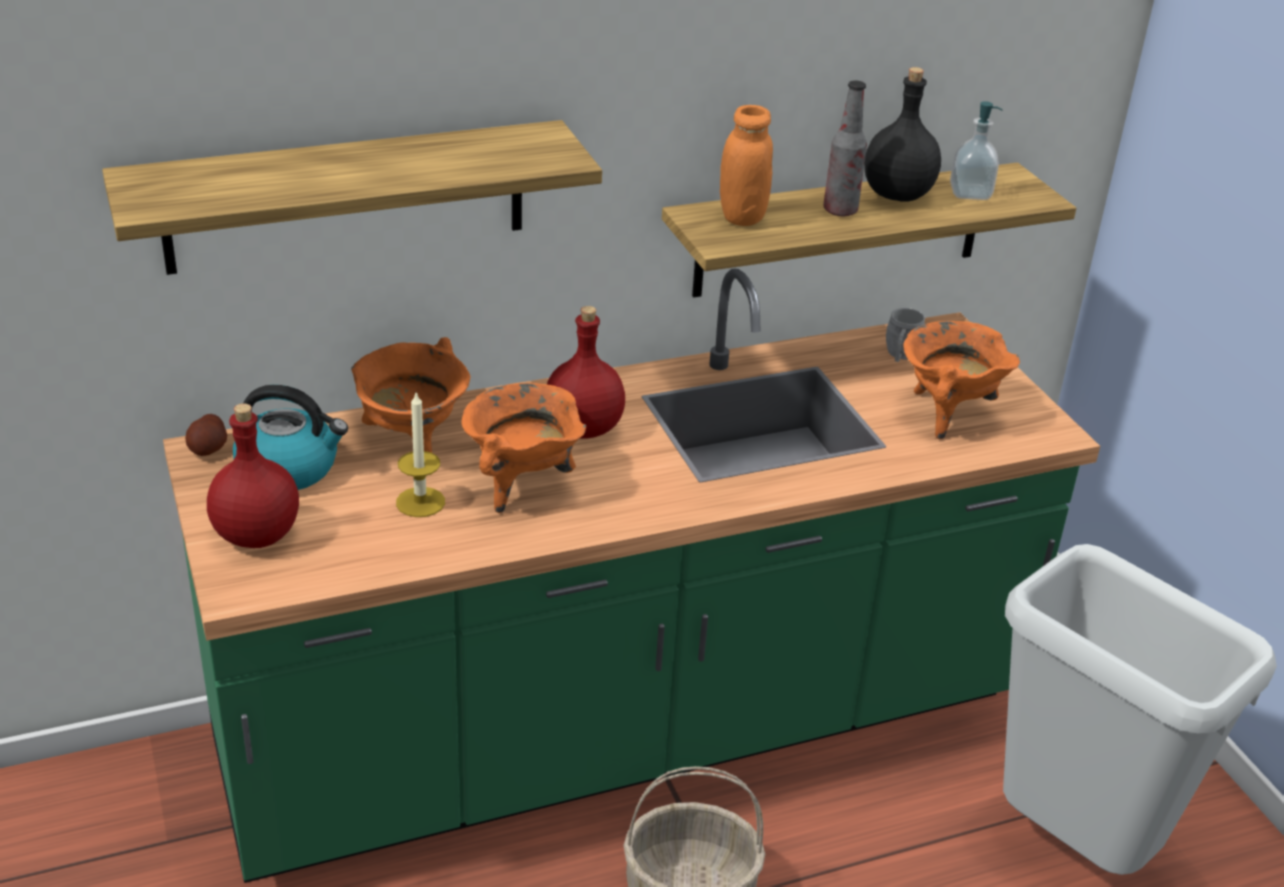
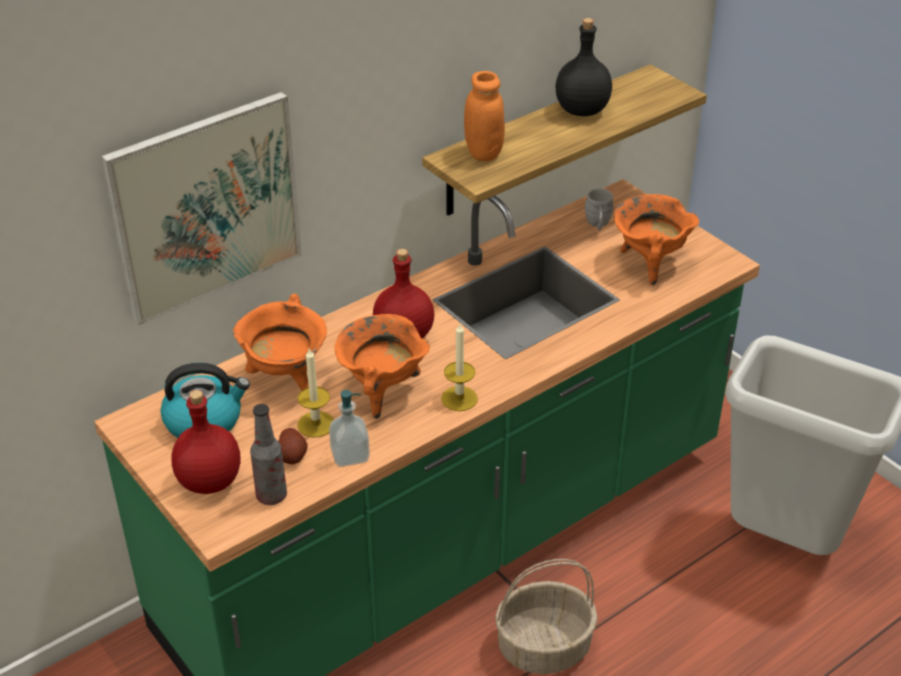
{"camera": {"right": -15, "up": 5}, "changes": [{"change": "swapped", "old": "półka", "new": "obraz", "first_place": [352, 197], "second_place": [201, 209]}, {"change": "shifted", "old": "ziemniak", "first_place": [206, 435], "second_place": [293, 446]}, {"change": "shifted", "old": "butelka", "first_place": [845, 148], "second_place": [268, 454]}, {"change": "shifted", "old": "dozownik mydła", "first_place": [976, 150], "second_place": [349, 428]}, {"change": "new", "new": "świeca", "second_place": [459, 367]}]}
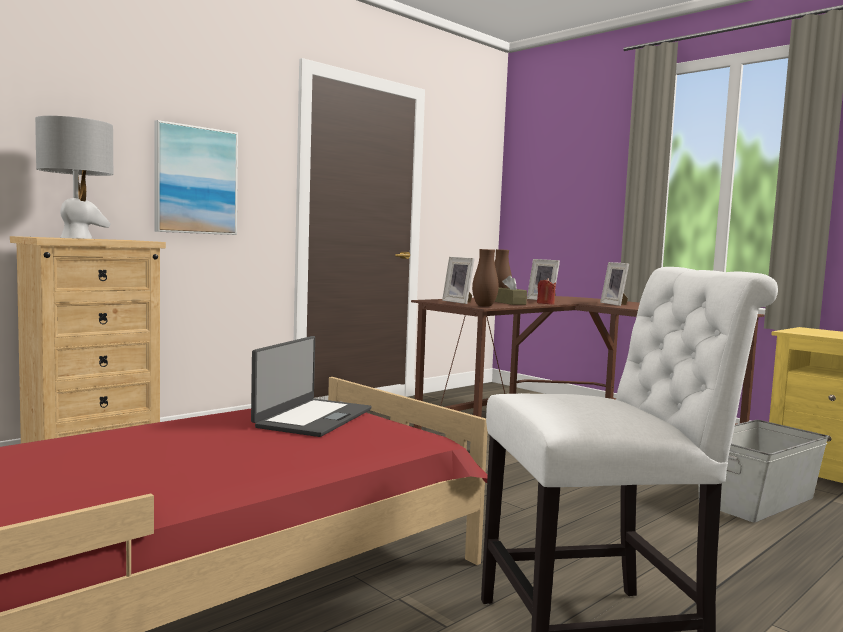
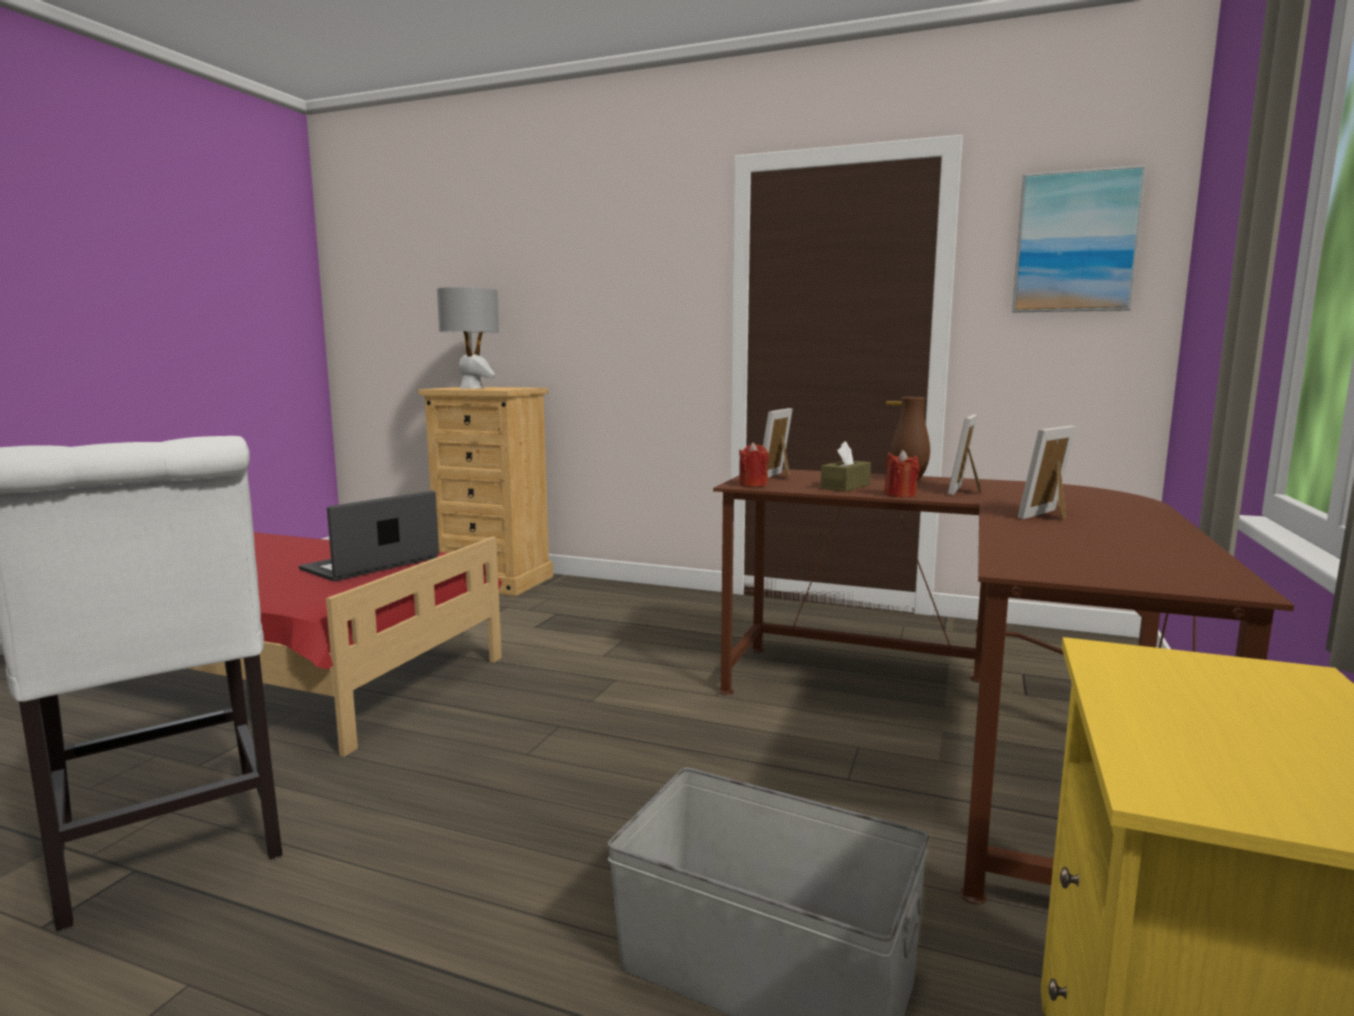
{"camera": {"right": 65, "up": 5}, "changes": [{"change": "shifted", "old": "obraz", "first_place": [196, 177], "second_place": [1079, 239]}, {"change": "rotated", "old": "laptop", "first_place": [311, 386], "second_place": [369, 536], "degrees": 135}, {"change": "swapped", "old": "wazon [brązowy]", "new": "świeca [czerwony]", "first_place": [485, 278], "second_place": [754, 464]}]}
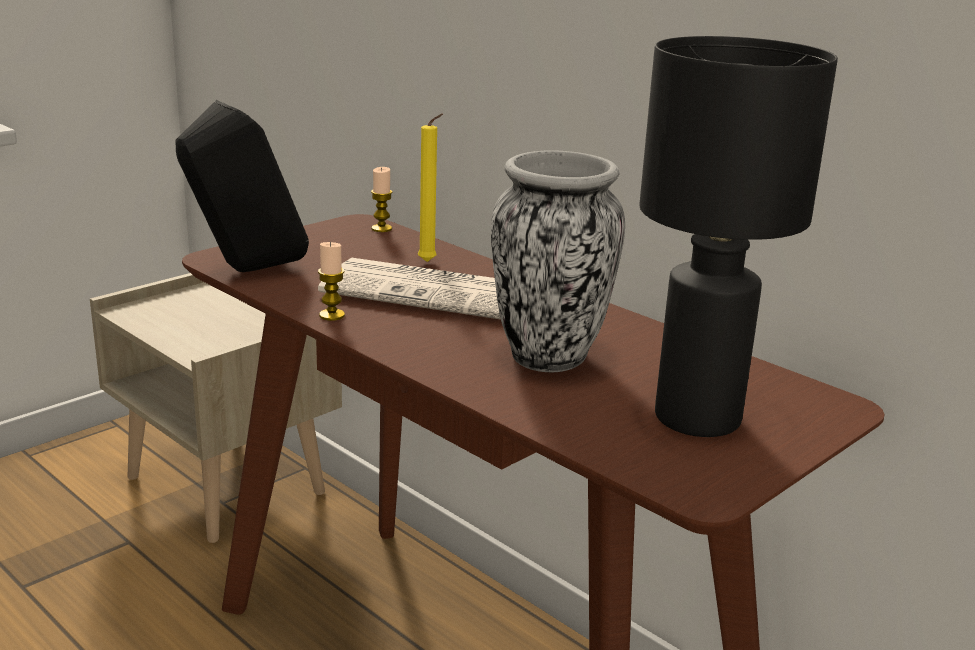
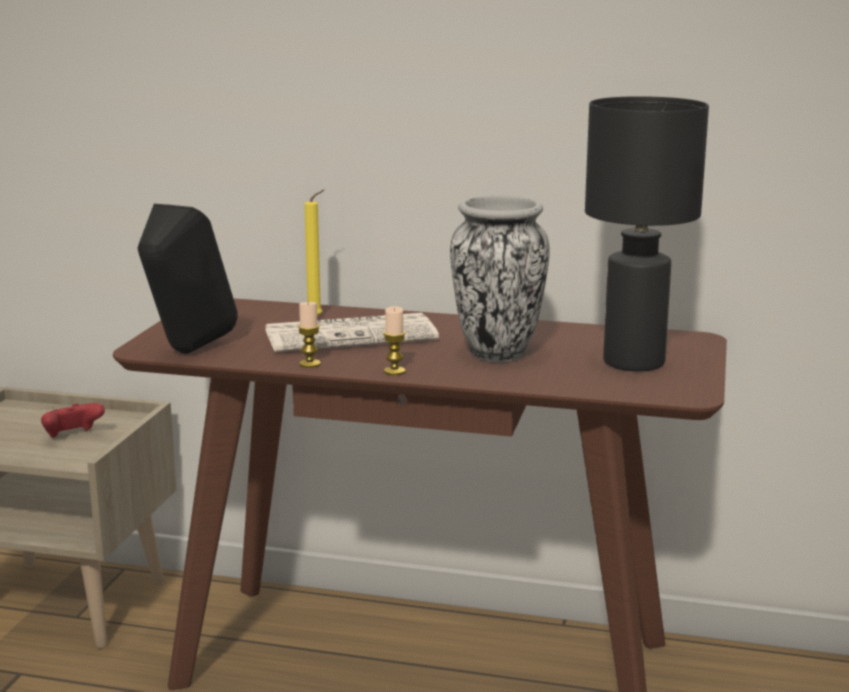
{"camera": {"right": -30, "up": -5}, "changes": [{"change": "shifted", "old": "świeca", "first_place": [381, 199], "second_place": [394, 340]}, {"change": "new", "new": "pad do gier [czerwony]", "second_place": [73, 420]}]}
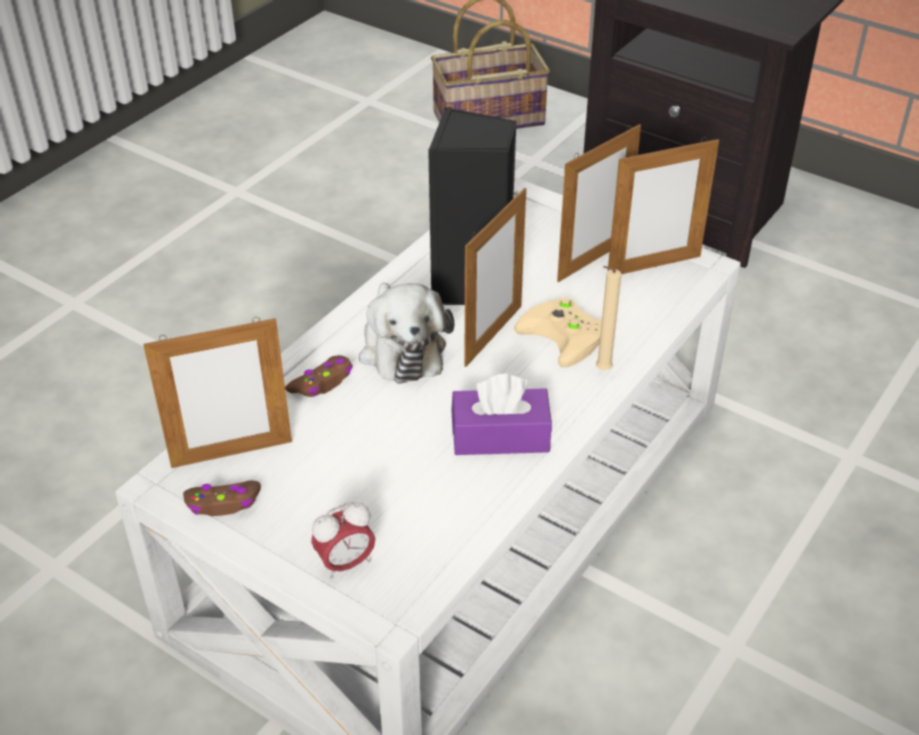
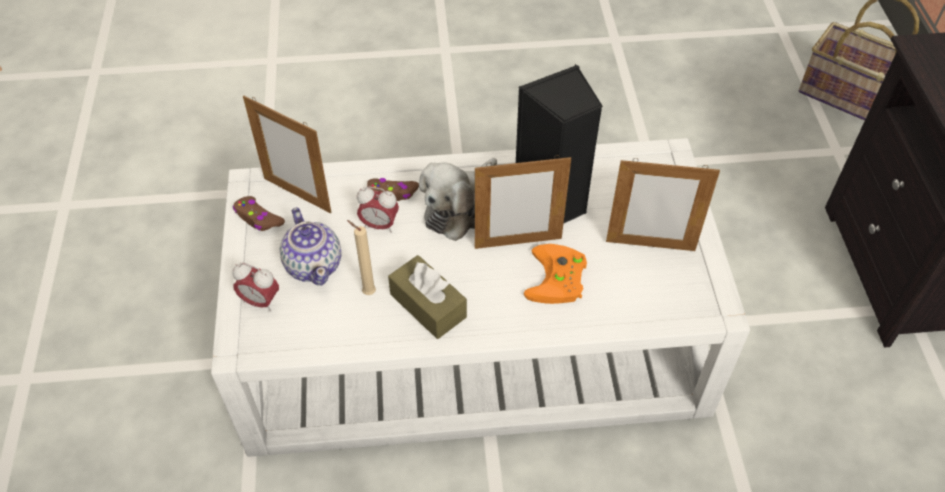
{"camera": {"right": 50, "up": 10}, "changes": [{"change": "repainted", "old": "pudełko chusteczek [fioletowy]", "new": "pudełko chusteczek [brązowy]", "first_place": [501, 414], "second_place": [427, 297]}, {"change": "repainted", "old": "pad do gier [beżowy]", "new": "pad do gier [pomarańczowy]", "first_place": [558, 333], "second_place": [555, 274]}, {"change": "shifted", "old": "świeca [beżowy]", "first_place": [608, 318], "second_place": [361, 257]}, {"change": "gone", "old": "ramka na zdjęcie", "first_place": [663, 205]}, {"change": "new", "new": "imbryk", "second_place": [311, 247]}, {"change": "new", "new": "budzik", "second_place": [378, 210]}]}
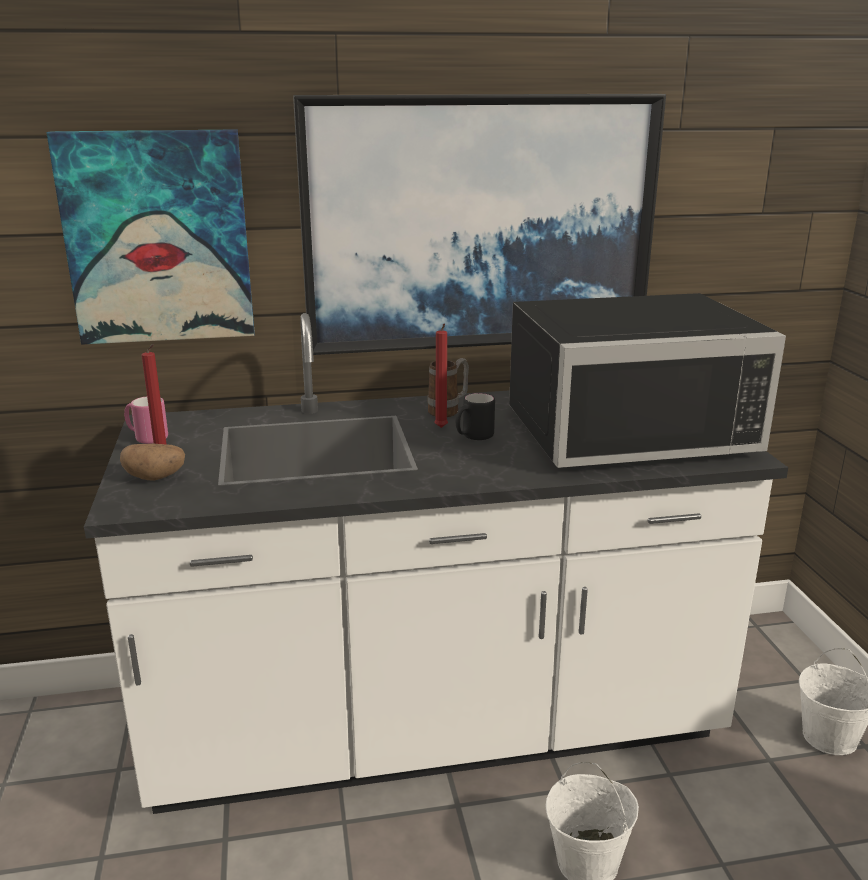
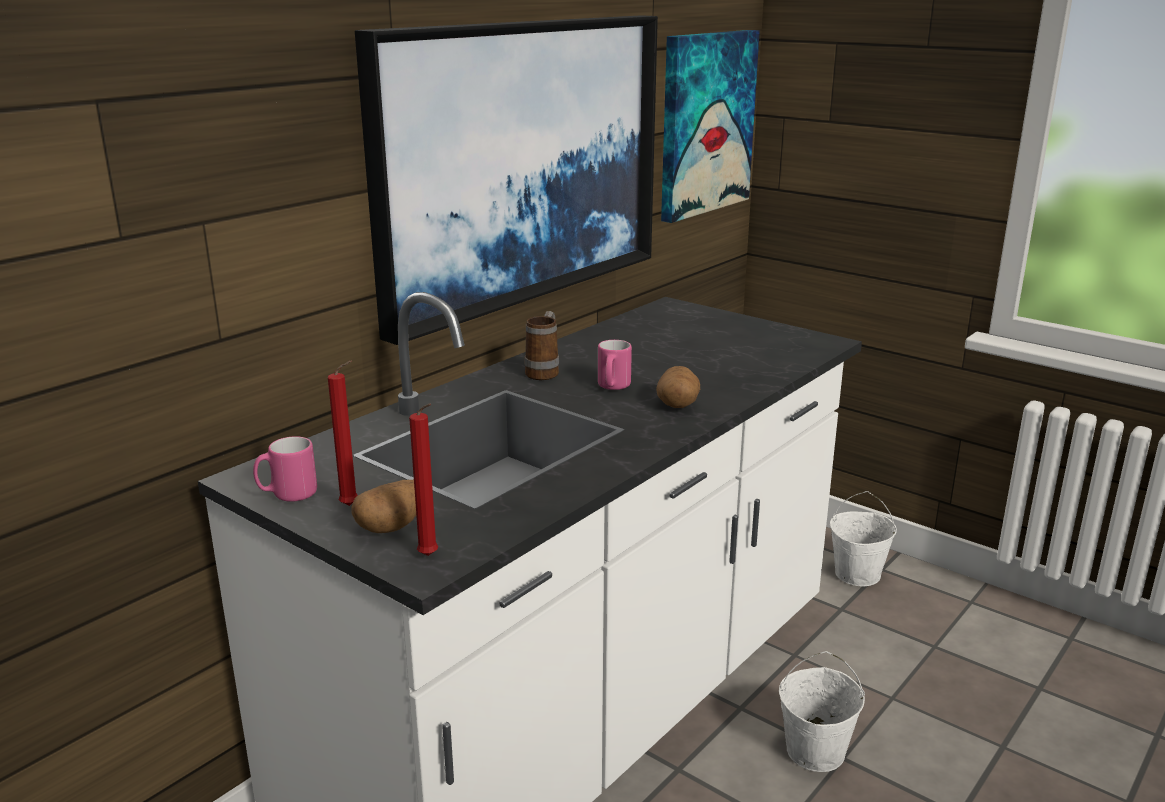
{"camera": {"right": -40, "up": 0}, "changes": [{"change": "shifted", "old": "obraz", "first_place": [150, 237], "second_place": [710, 126]}, {"change": "shifted", "old": "świeca [czerwony]", "first_place": [441, 376], "second_place": [423, 479]}, {"change": "repainted", "old": "kubek [czarny]", "new": "kubek [różowy]", "first_place": [475, 416], "second_place": [615, 365]}, {"change": "gone", "old": "mikrofalówka [czarny]", "first_place": [647, 380]}, {"change": "new", "new": "ziemniak", "second_place": [678, 387]}]}
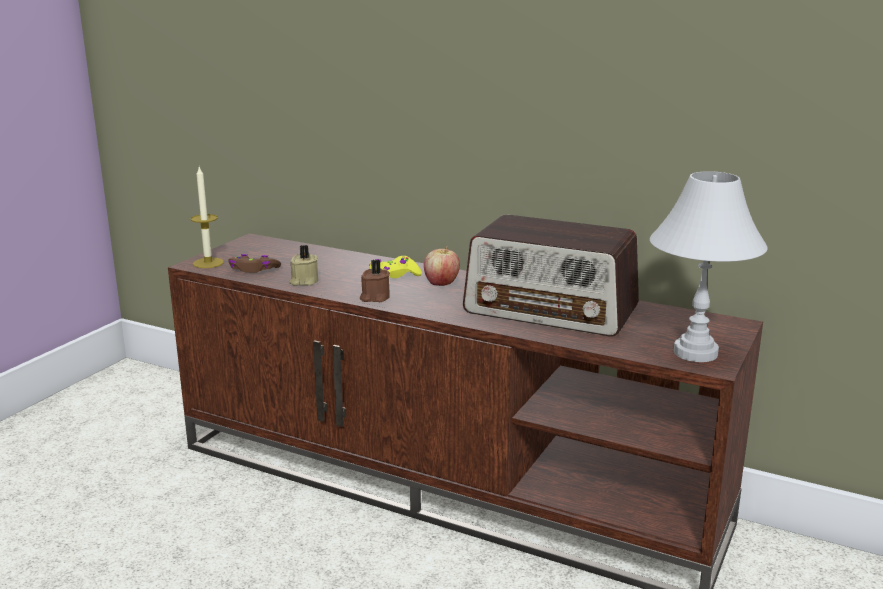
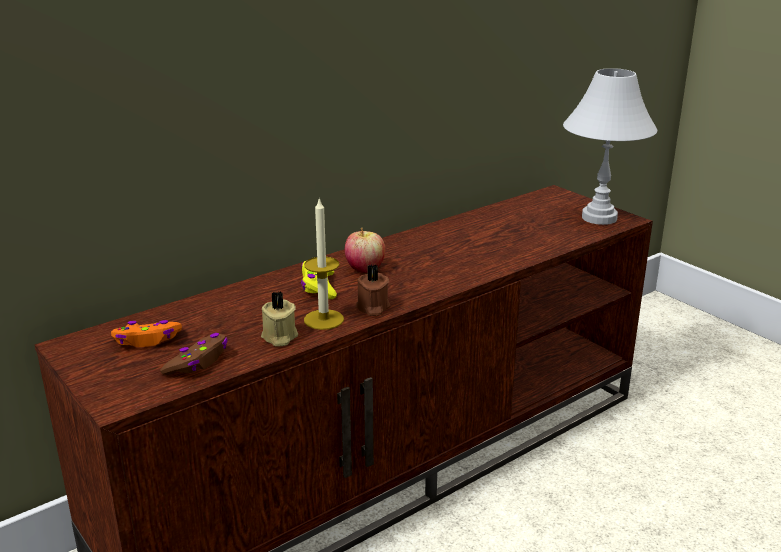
{"camera": {"right": -65, "up": 5}, "changes": [{"change": "shifted", "old": "świeca", "first_place": [207, 217], "second_place": [324, 264]}, {"change": "gone", "old": "radio", "first_place": [551, 275]}, {"change": "new", "new": "pad do gier [pomarańczowy]", "second_place": [146, 333]}]}
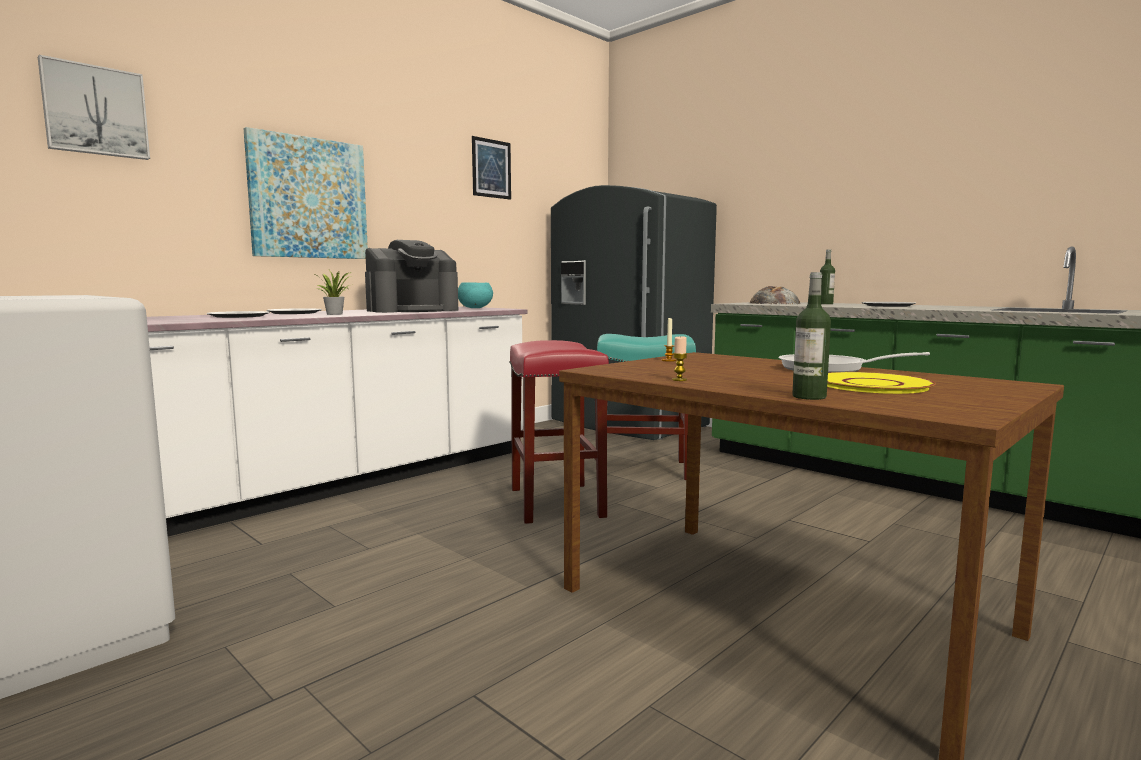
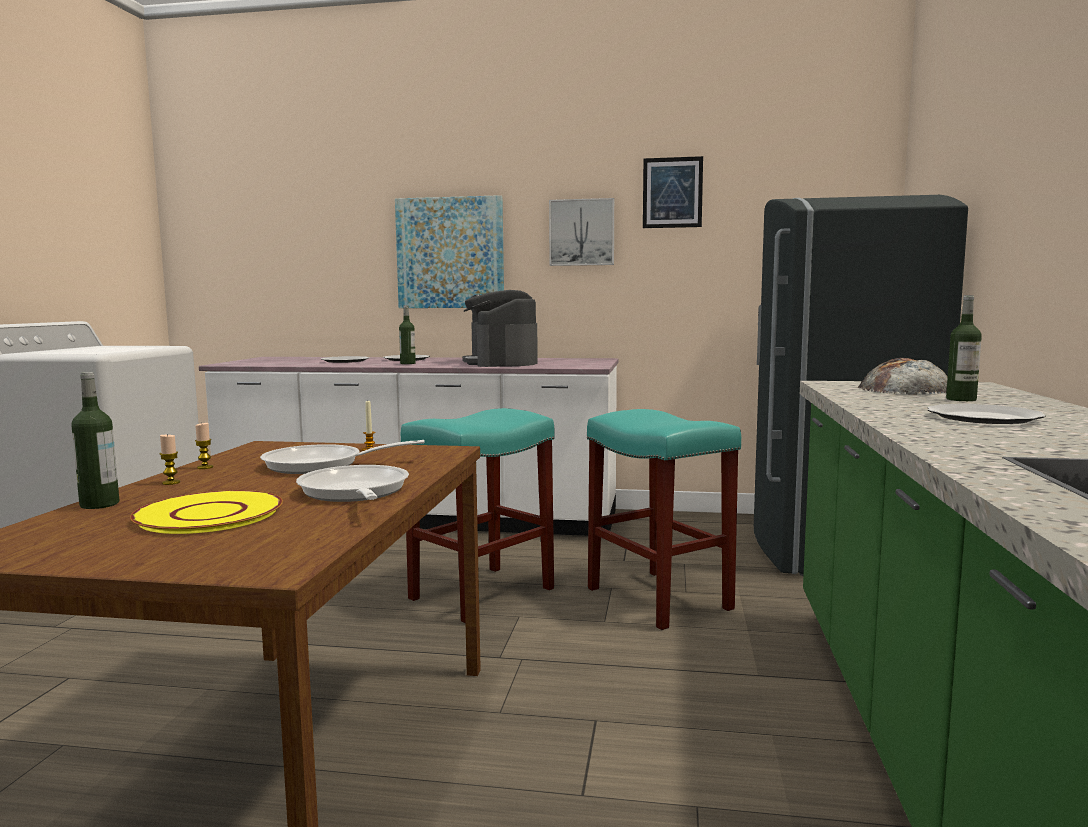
{"camera": {"right": 55, "up": 0}, "changes": [{"change": "shifted", "old": "obraz", "first_place": [94, 107], "second_place": [581, 232]}, {"change": "swapped", "old": "roślina doniczkowa", "new": "butelka", "first_place": [335, 292], "second_place": [407, 334]}, {"change": "rotated", "old": "ekspres do kawy", "first_place": [411, 276], "second_place": [500, 328], "degrees": 60}, {"change": "gone", "old": "miska [turkusowy]", "first_place": [475, 295]}, {"change": "repainted", "old": "stołek [czerwony]", "new": "stołek [turkusowy]", "first_place": [559, 432], "second_place": [478, 515]}, {"change": "new", "new": "świeca", "second_place": [170, 459]}, {"change": "new", "new": "patelnia", "second_place": [342, 457]}]}
